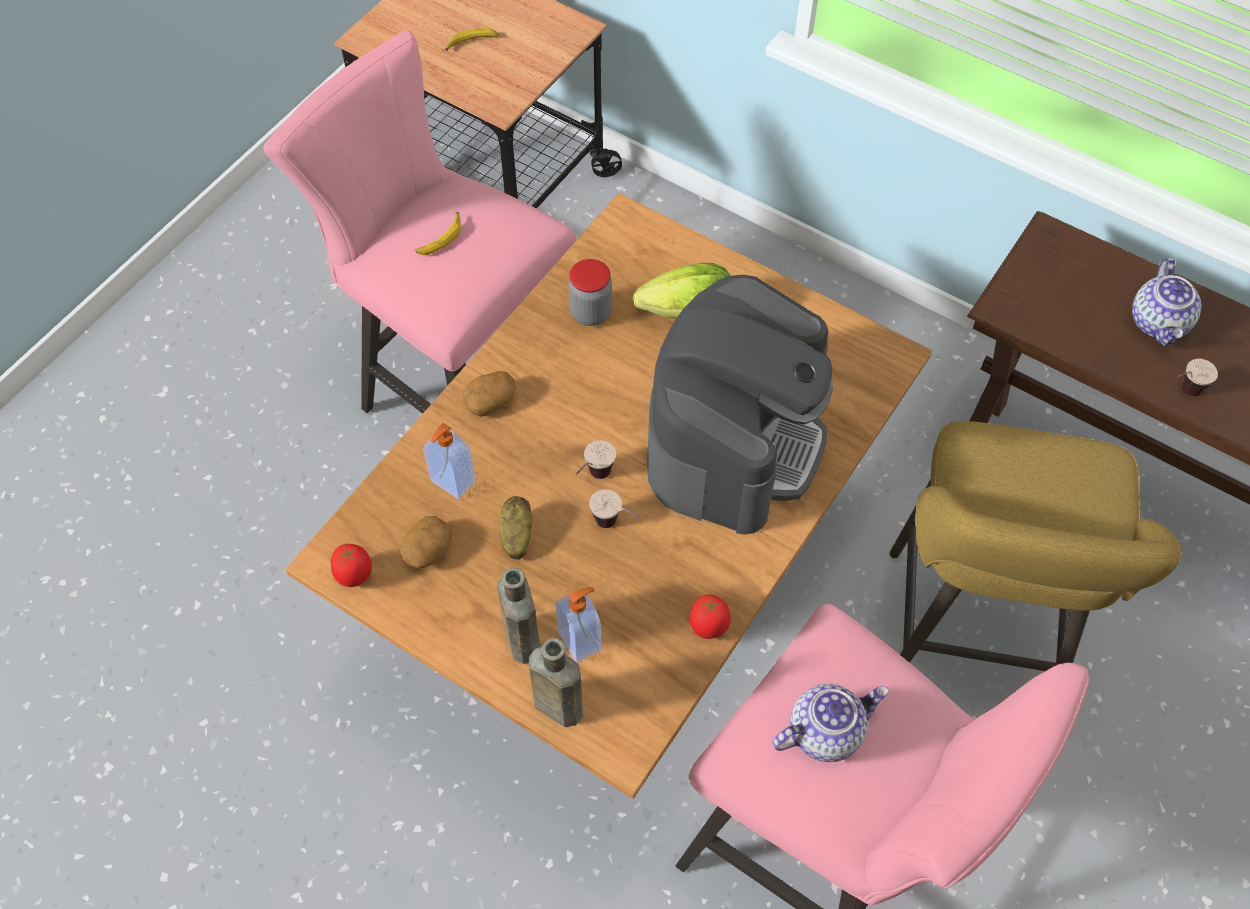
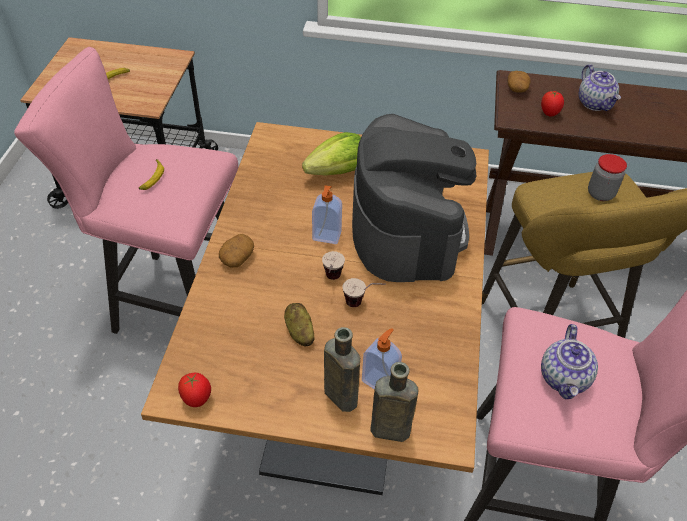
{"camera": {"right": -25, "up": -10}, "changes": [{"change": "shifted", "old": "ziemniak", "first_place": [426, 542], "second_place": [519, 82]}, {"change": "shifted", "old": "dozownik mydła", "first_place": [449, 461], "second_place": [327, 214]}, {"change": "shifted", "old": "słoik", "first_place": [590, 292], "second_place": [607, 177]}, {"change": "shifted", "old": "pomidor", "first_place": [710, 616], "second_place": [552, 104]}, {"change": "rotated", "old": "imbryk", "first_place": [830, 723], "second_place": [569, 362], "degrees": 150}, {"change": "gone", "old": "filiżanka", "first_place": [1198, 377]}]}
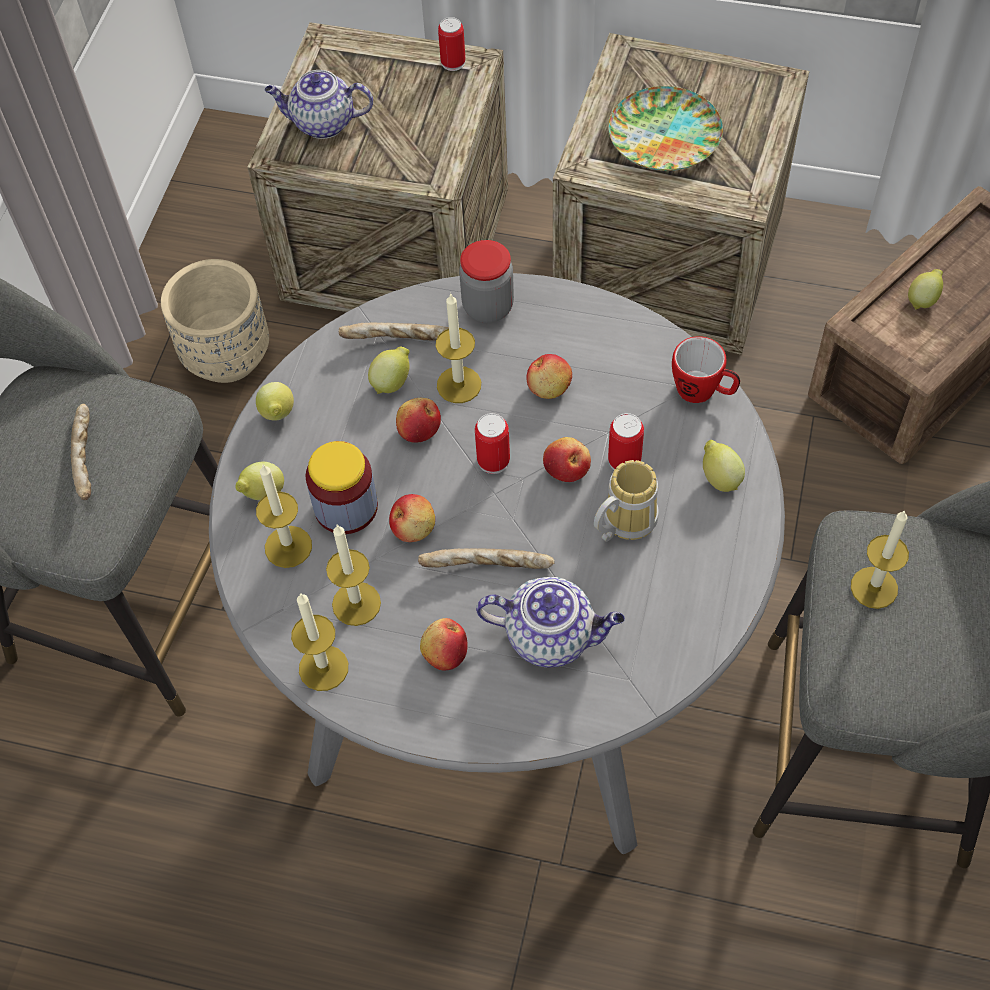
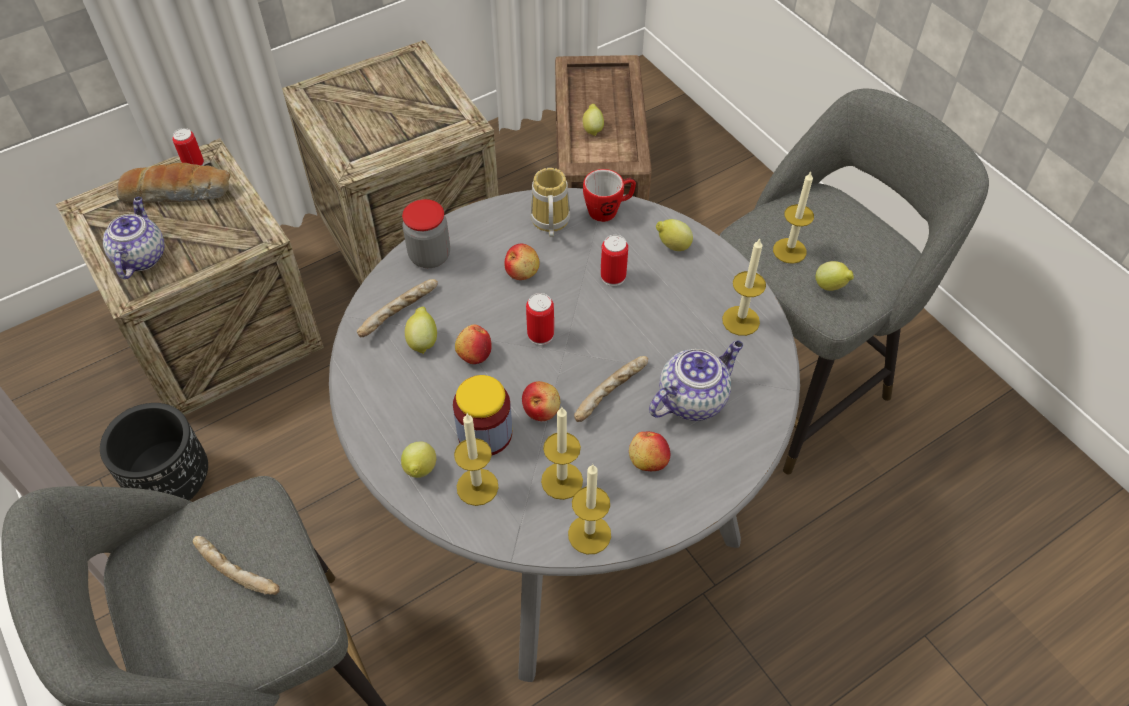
{"camera": {"right": -50, "up": -5}, "changes": [{"change": "repainted", "old": "donica [beżowy]", "new": "donica [czarny]", "first_place": [215, 321], "second_place": [154, 452]}, {"change": "shifted", "old": "cytryna", "first_place": [275, 401], "second_place": [834, 276]}, {"change": "rotated", "old": "imbryk", "first_place": [319, 104], "second_place": [134, 238], "degrees": 135}, {"change": "shifted", "old": "świeca", "first_place": [458, 348], "second_place": [744, 287]}, {"change": "gone", "old": "jabłko", "first_place": [567, 459]}, {"change": "shifted", "old": "kubek", "first_place": [626, 501], "second_place": [550, 202]}, {"change": "gone", "old": "talerz", "first_place": [665, 128]}, {"change": "new", "new": "chleb", "second_place": [173, 183]}]}
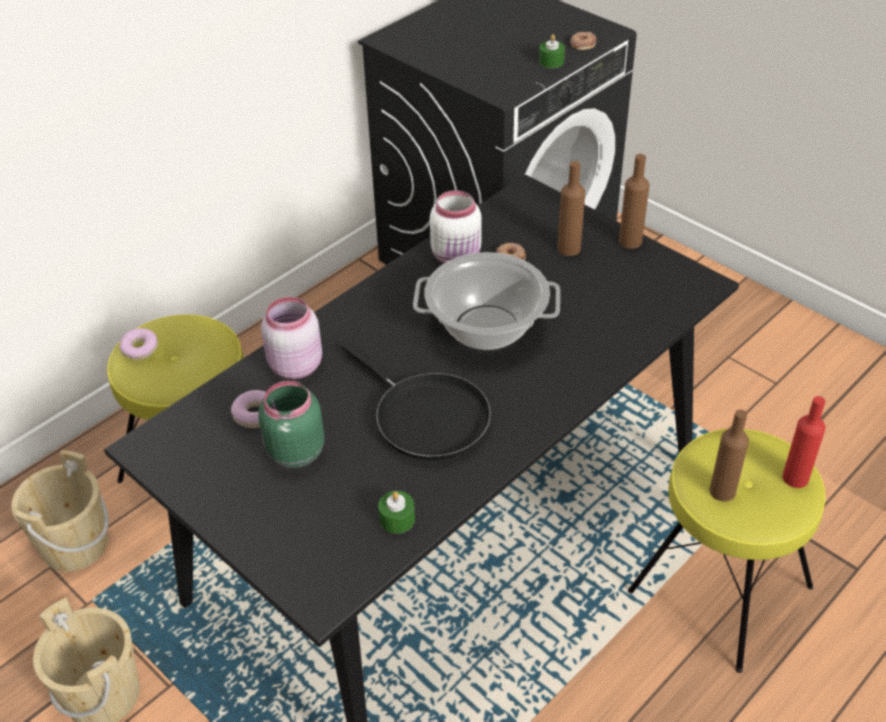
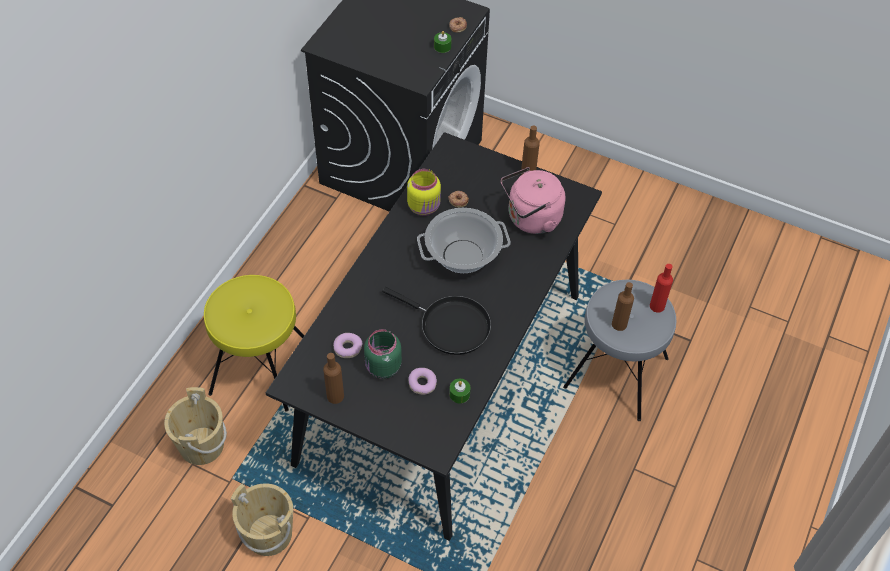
{"camera": {"right": -20, "up": 10}, "changes": [{"change": "shifted", "old": "donut", "first_place": [138, 344], "second_place": [422, 381]}, {"change": "gone", "old": "słoik [różowy]", "first_place": [291, 338]}, {"change": "repainted", "old": "słoik [biały]", "new": "słoik [żółty]", "first_place": [455, 226], "second_place": [424, 192]}, {"change": "shifted", "old": "butelka [brązowy]", "first_place": [571, 208], "second_place": [333, 378]}, {"change": "repainted", "old": "stołek [żółty]", "new": "stołek [szary]", "first_place": [726, 551], "second_place": [619, 350]}, {"change": "new", "new": "czajnik [różowy]", "second_place": [533, 200]}]}
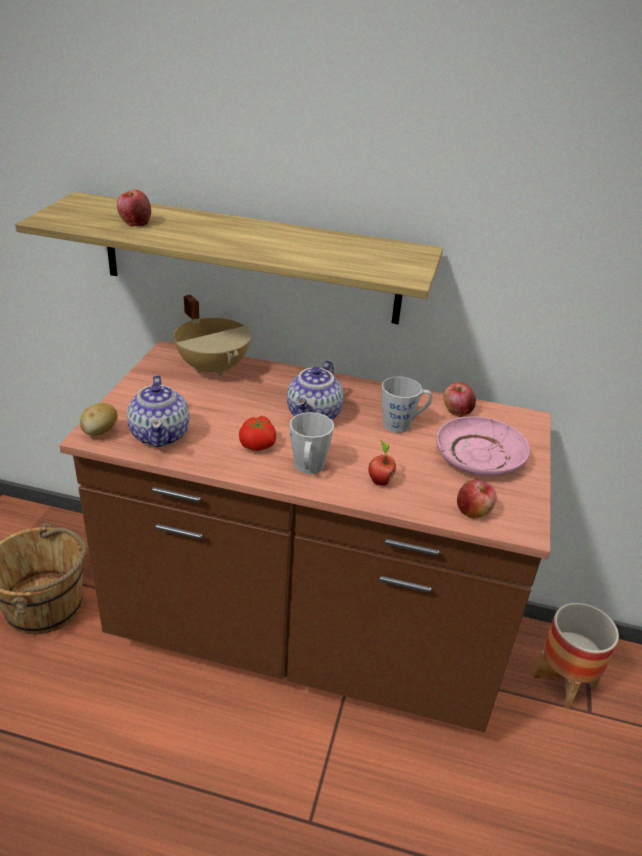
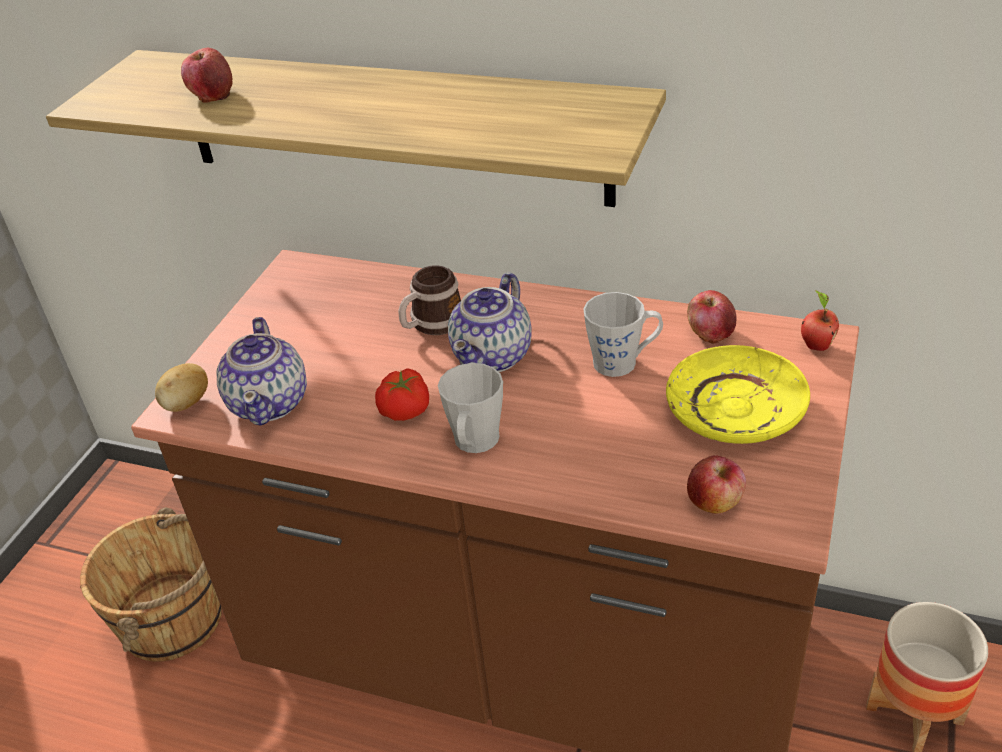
{"camera": {"right": 10, "up": 5}, "changes": [{"change": "gone", "old": "garnek [beżowy]", "first_place": [213, 335]}, {"change": "shifted", "old": "jabłko", "first_place": [382, 463], "second_place": [820, 320]}, {"change": "repainted", "old": "talerz [różowy]", "new": "talerz [żółty]", "first_place": [483, 446], "second_place": [738, 394]}, {"change": "new", "new": "kubek", "second_place": [429, 300]}]}
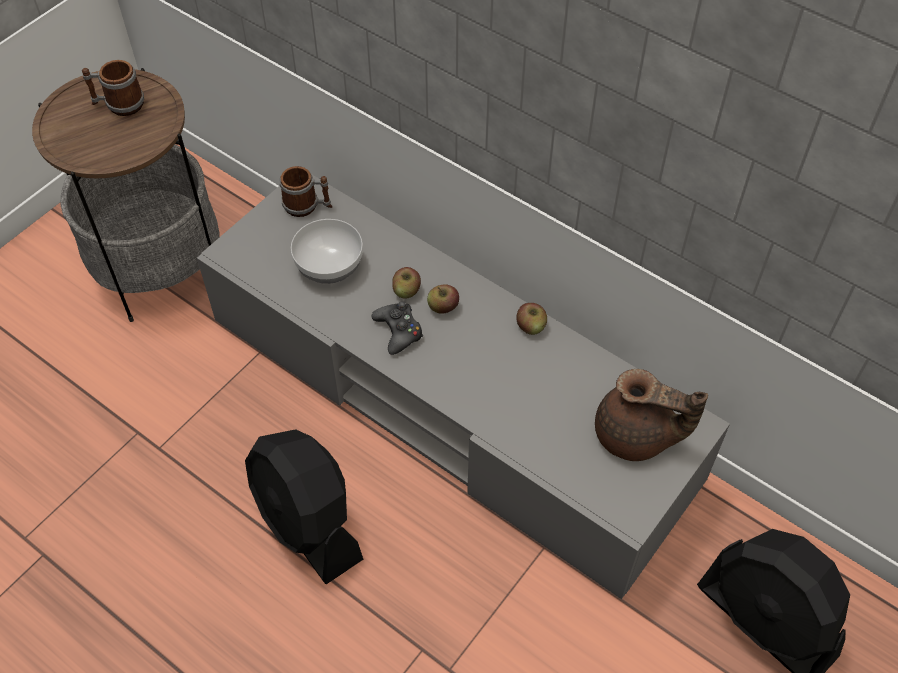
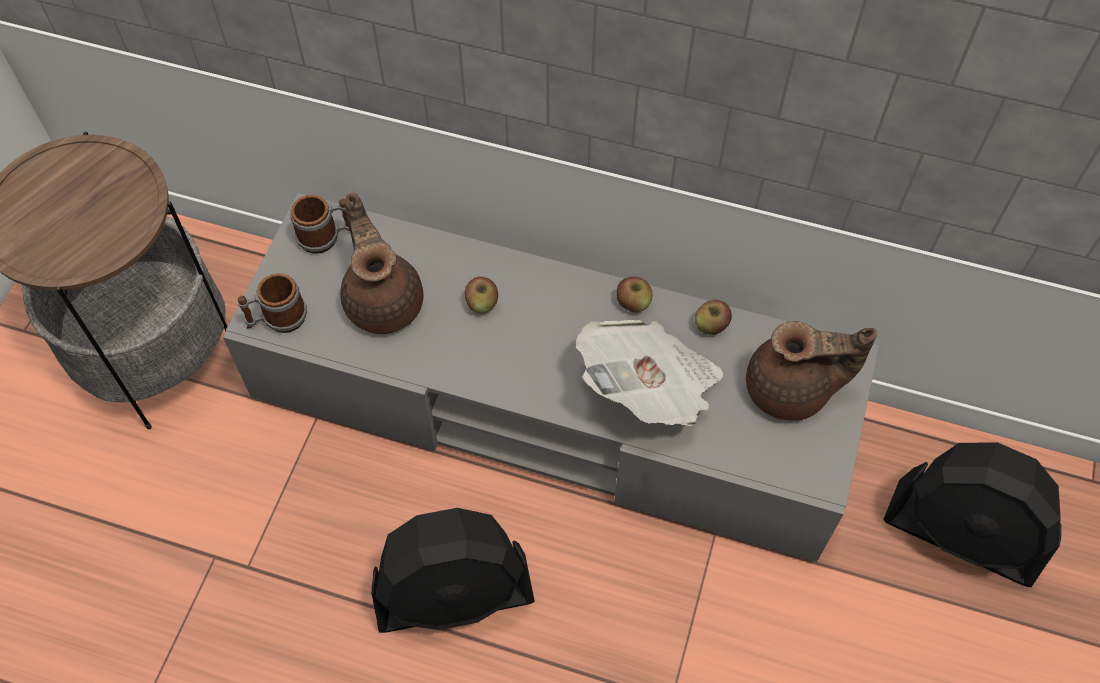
{"camera": {"right": -20, "up": 5}, "changes": [{"change": "shifted", "old": "kubek", "first_place": [113, 88], "second_place": [272, 303]}, {"change": "rotated", "old": "wentylator [czarny]", "first_place": [304, 506], "second_place": [453, 570], "degrees": -45}, {"change": "swapped", "old": "miska", "new": "imbryk [brązowy]", "first_place": [327, 251], "second_place": [382, 263]}, {"change": "gone", "old": "pad do gier [czarny]", "first_place": [397, 328]}, {"change": "shifted", "old": "jabłko", "first_place": [443, 299], "second_place": [713, 317]}, {"change": "new", "new": "gazeta", "second_place": [649, 373]}]}
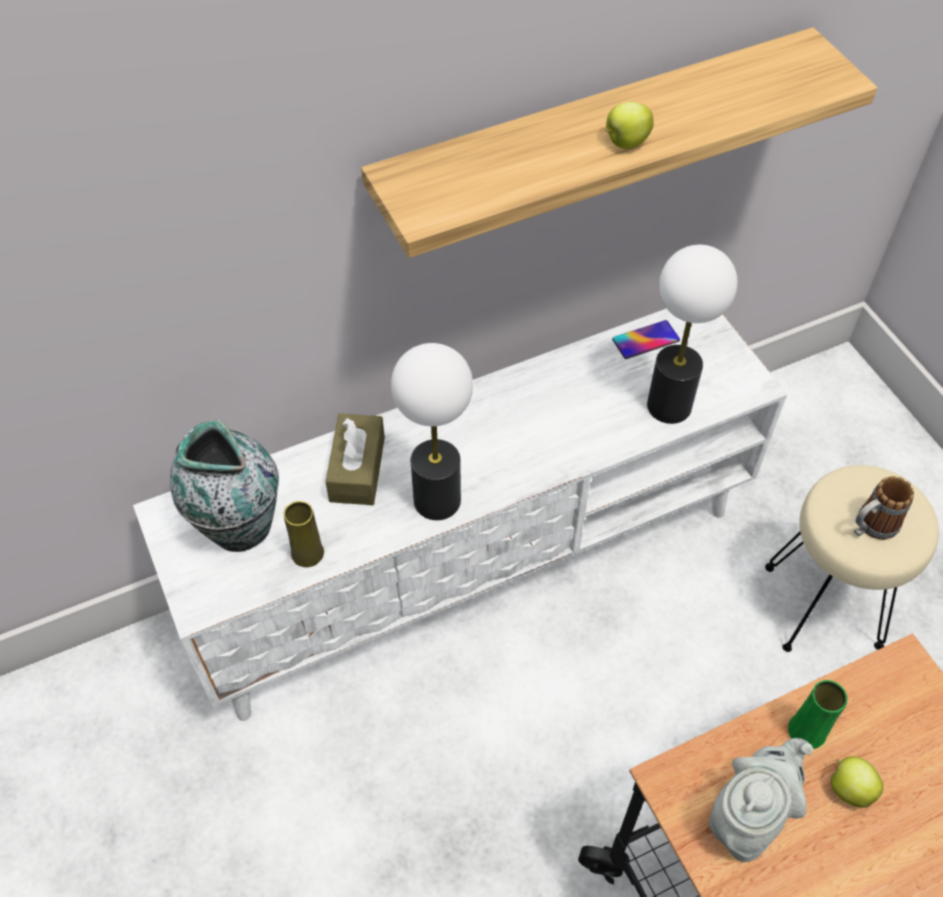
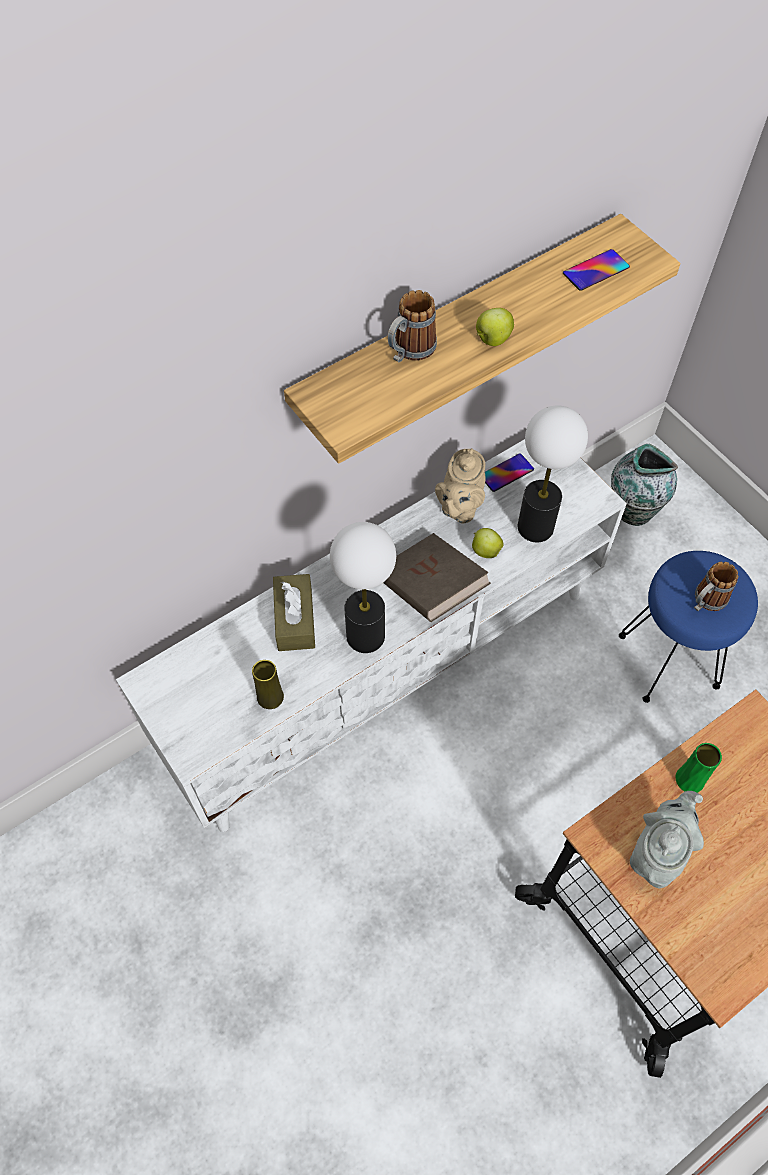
{"camera": {"right": -10, "up": 5}, "changes": [{"change": "shifted", "old": "wazon", "first_place": [224, 486], "second_place": [644, 485]}, {"change": "repainted", "old": "stołek [beżowy]", "new": "stołek [niebieski]", "first_place": [852, 558], "second_place": [688, 627]}, {"change": "shifted", "old": "jabłko", "first_place": [857, 782], "second_place": [488, 543]}, {"change": "new", "new": "książka [brązowy]", "second_place": [437, 577]}, {"change": "new", "new": "kubek", "second_place": [412, 326]}, {"change": "new", "new": "imbryk [beżowy]", "second_place": [460, 486]}, {"change": "new", "new": "telefon", "second_place": [596, 270]}]}
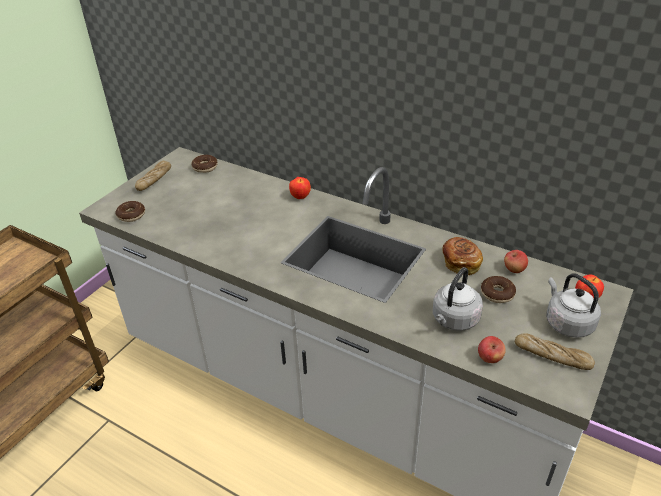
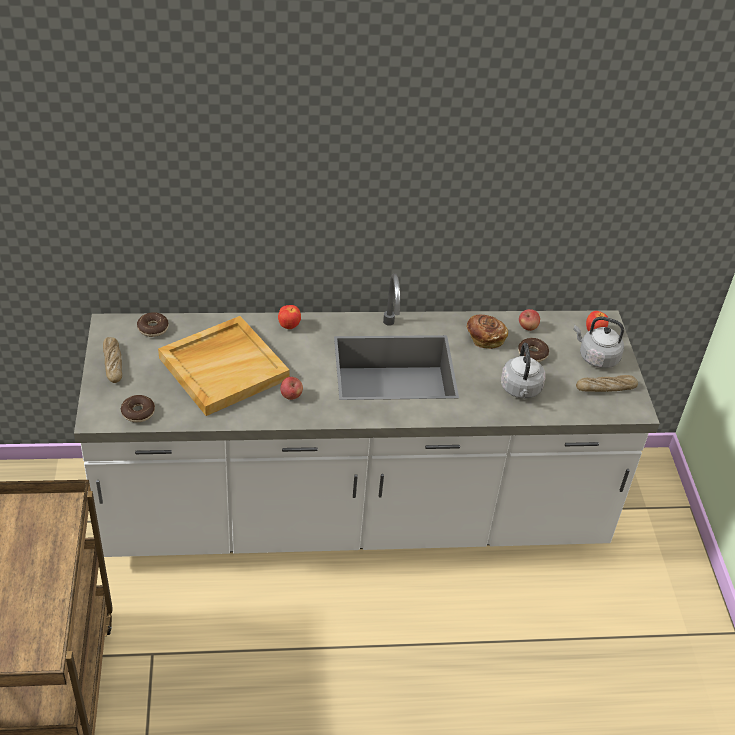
{"camera": {"right": -40, "up": 5}, "changes": [{"change": "shifted", "old": "jabłko", "first_place": [492, 349], "second_place": [291, 388]}, {"change": "new", "new": "taca [beżowy]", "second_place": [224, 366]}]}
